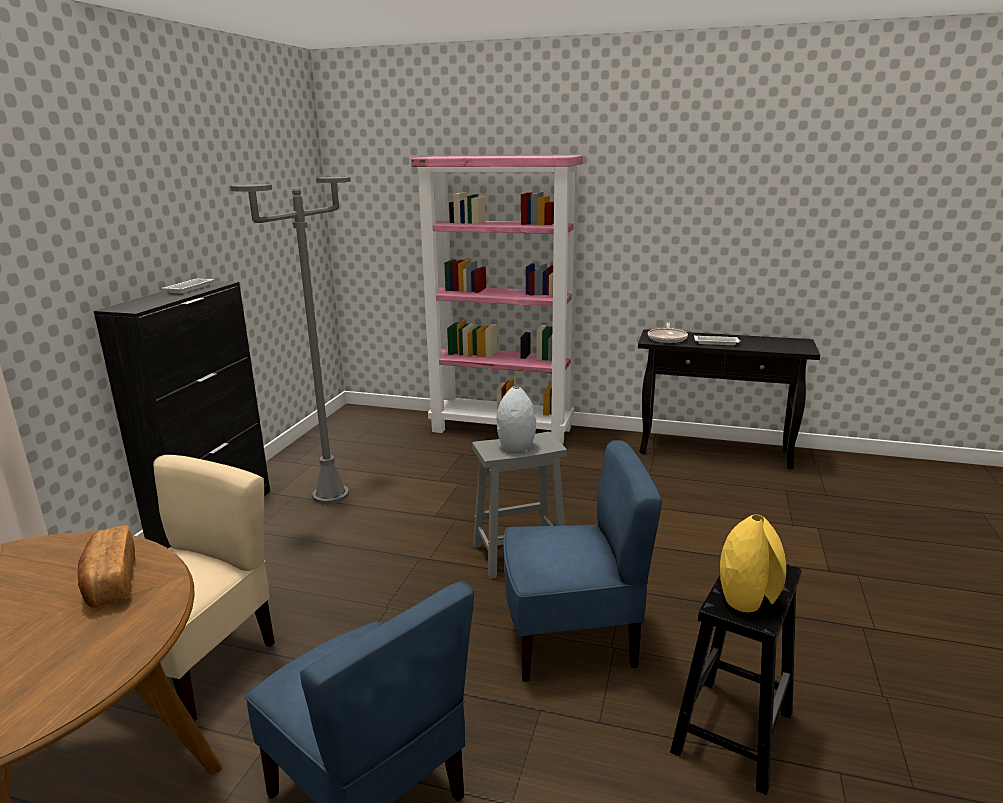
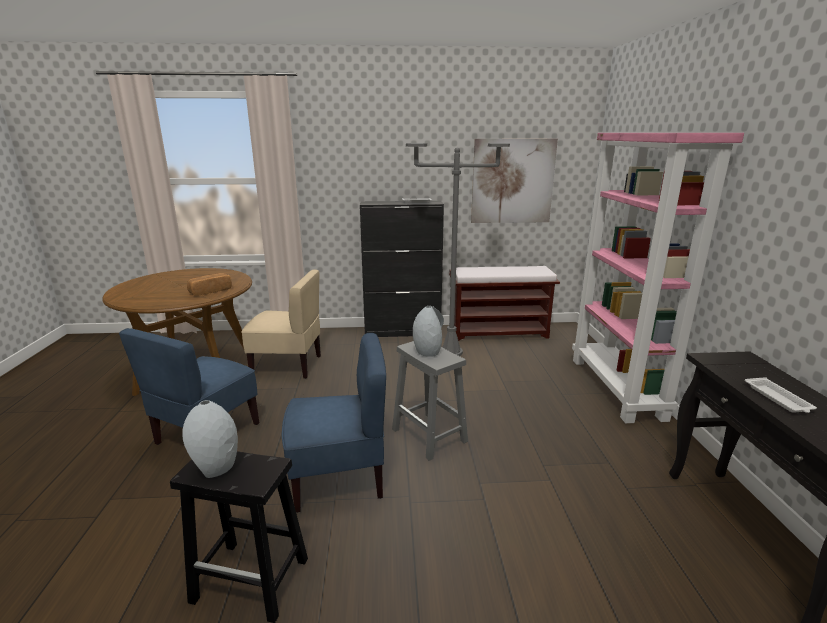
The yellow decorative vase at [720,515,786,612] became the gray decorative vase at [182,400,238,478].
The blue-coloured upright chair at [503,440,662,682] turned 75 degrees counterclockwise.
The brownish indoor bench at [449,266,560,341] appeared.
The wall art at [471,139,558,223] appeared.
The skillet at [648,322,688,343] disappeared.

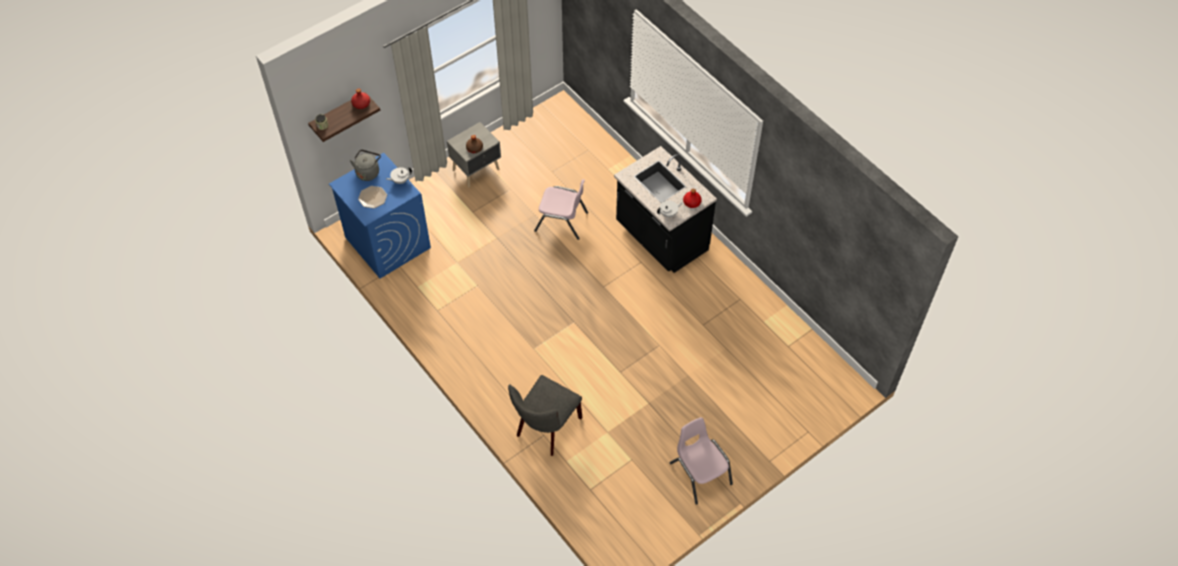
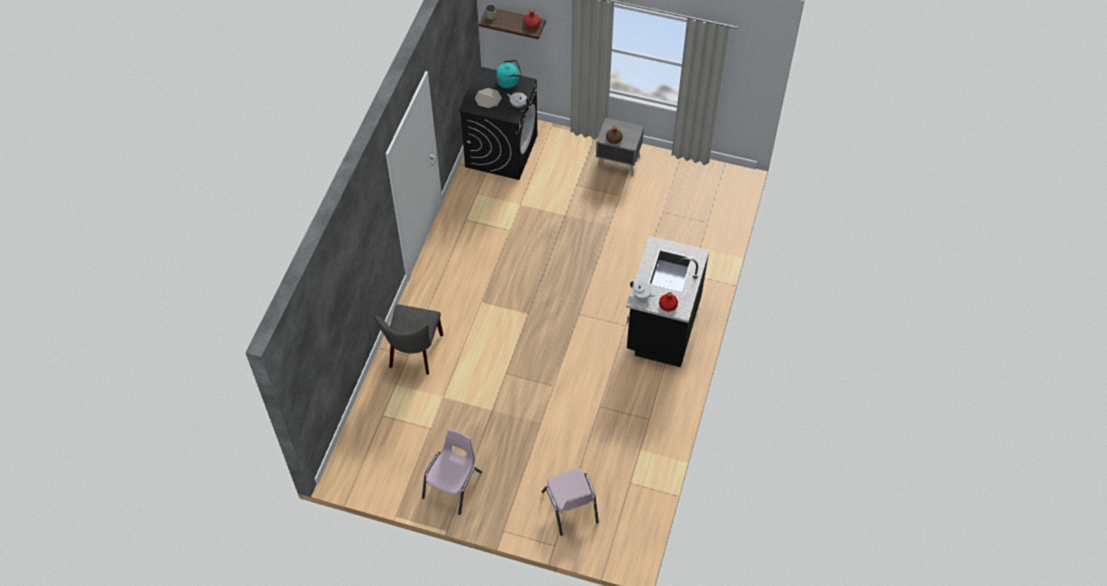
The gray upright chair at [508,375,582,456] turned 75 degrees counterclockwise.
The blue-coloured laundry machine at [329,153,431,279] became the black-coloured laundry machine at [458,66,537,180].
The gray water kettle at [350,150,381,181] became the turquoise water kettle at [496,60,522,88].
The pink upright chair moved from [534,179,588,240] to [542,469,599,536].

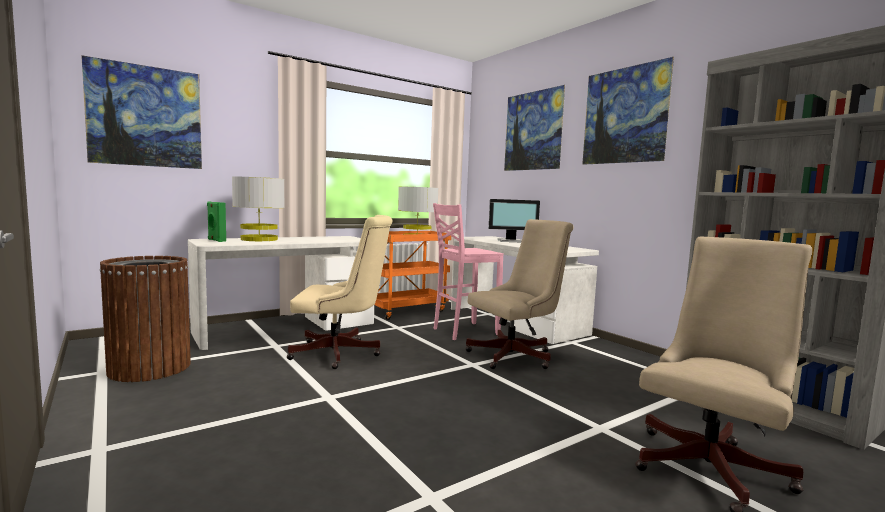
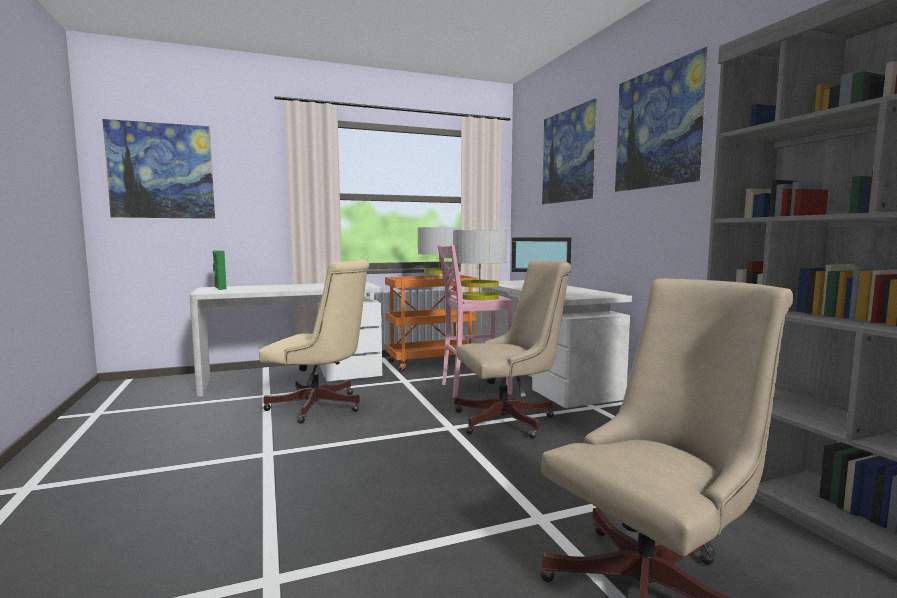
The gray table lamp moved from [232,177,285,241] to [453,230,507,300].
The brownish rubbish bin at [100,256,191,382] disappeared.

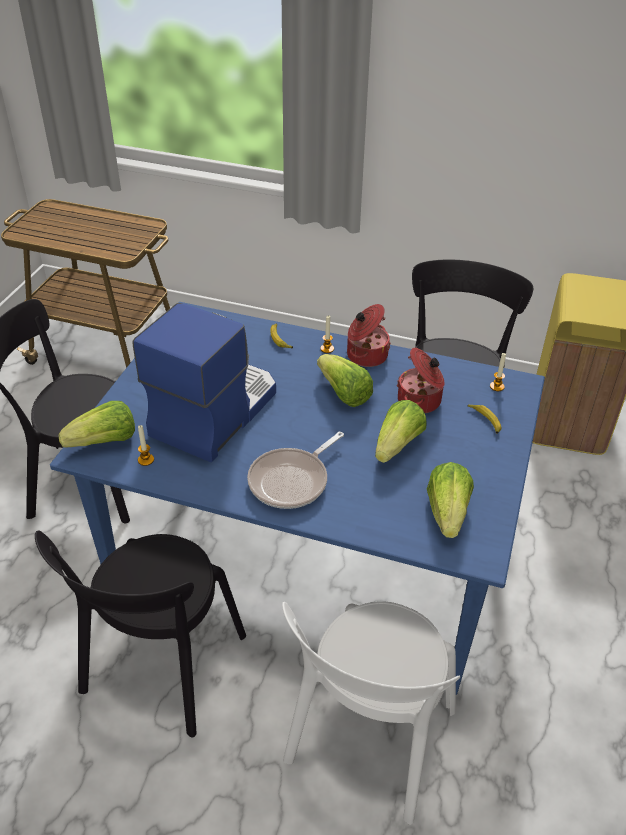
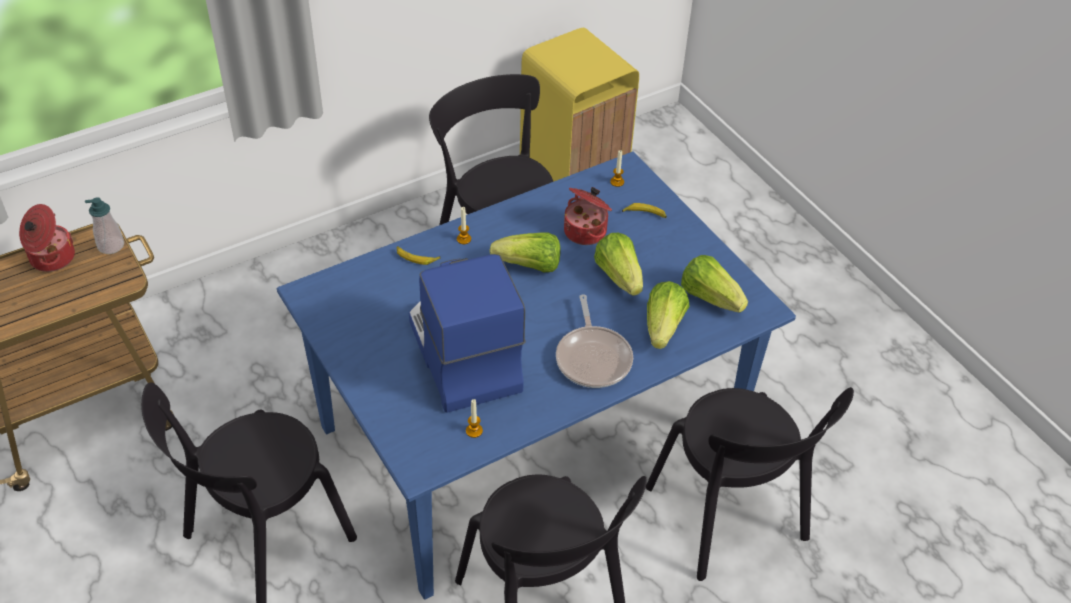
The saucepot moved from [347,304,391,367] to [19,204,75,272].
The soap dispenser at [85,197,124,254] appeared.
The whitish upright chair at [282,601,460,825] became the black-coloured upright chair at [646,387,854,581].
The lettuce moved from [58,401,135,447] to [647,281,689,349].

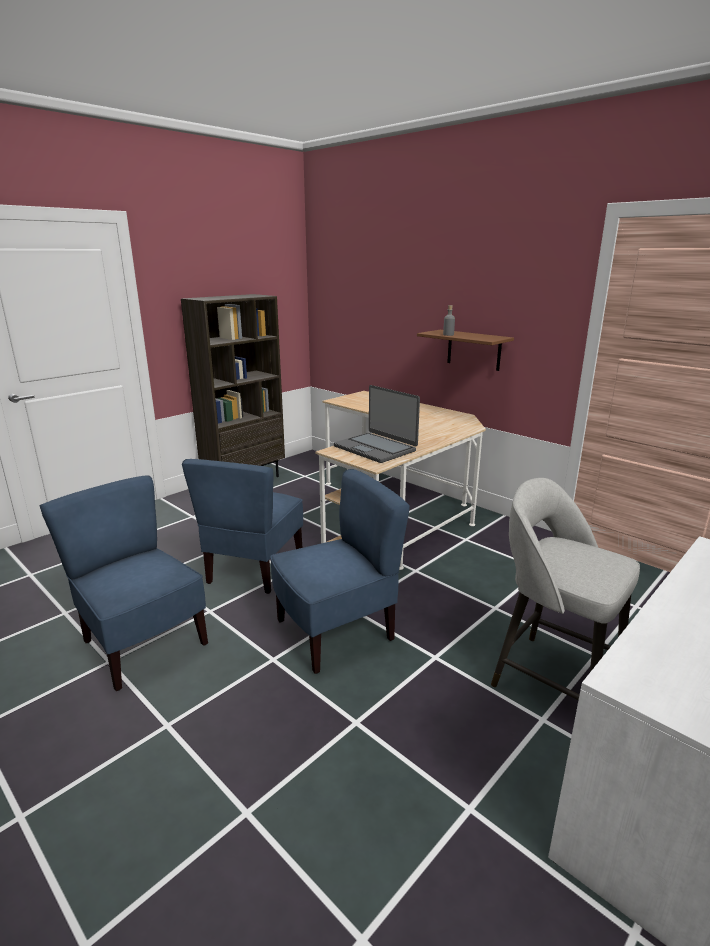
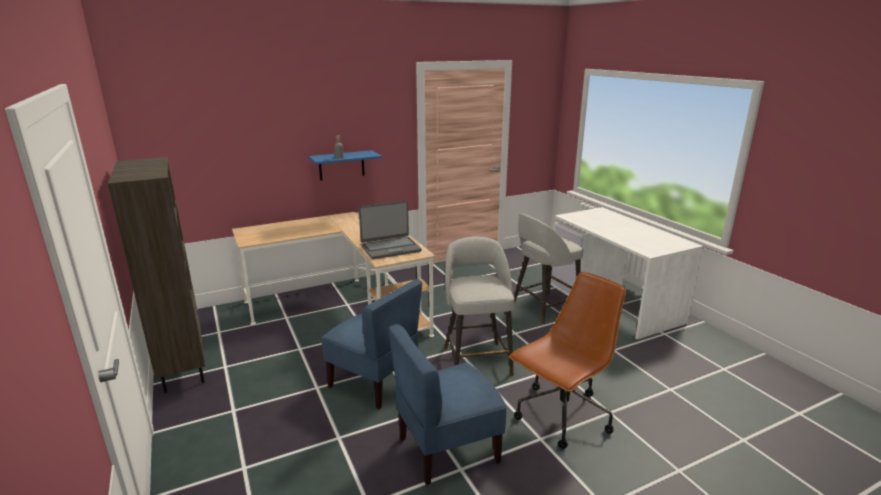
The brownish wall shelf at [417,330,514,371] became the blue-coloured wall shelf at [308,150,382,180].
The blue-coloured upright chair at [270,469,410,674] was replaced by the gray stool seat at [444,237,515,376].
The brownish desk chair at [509,272,626,449] appeared.

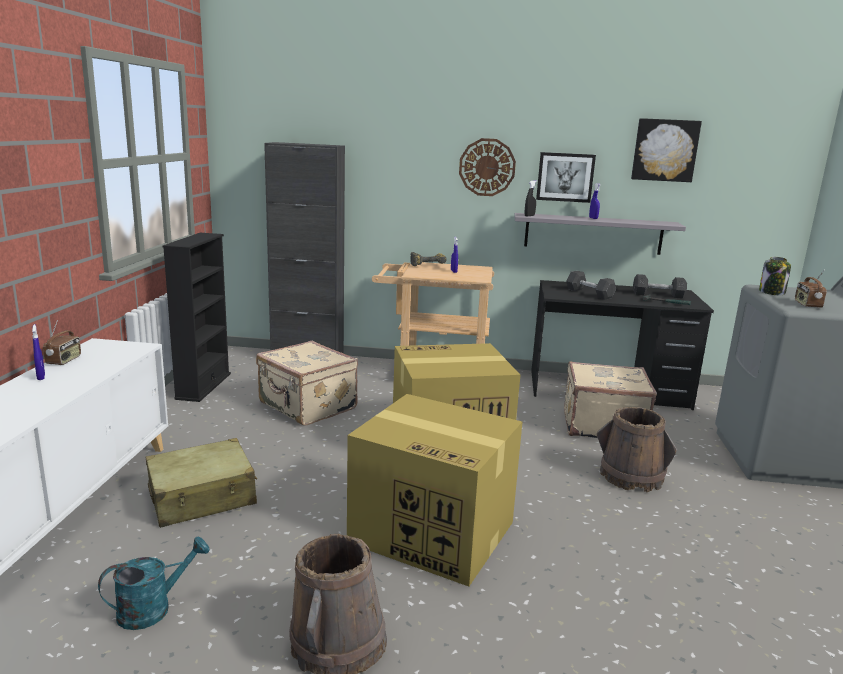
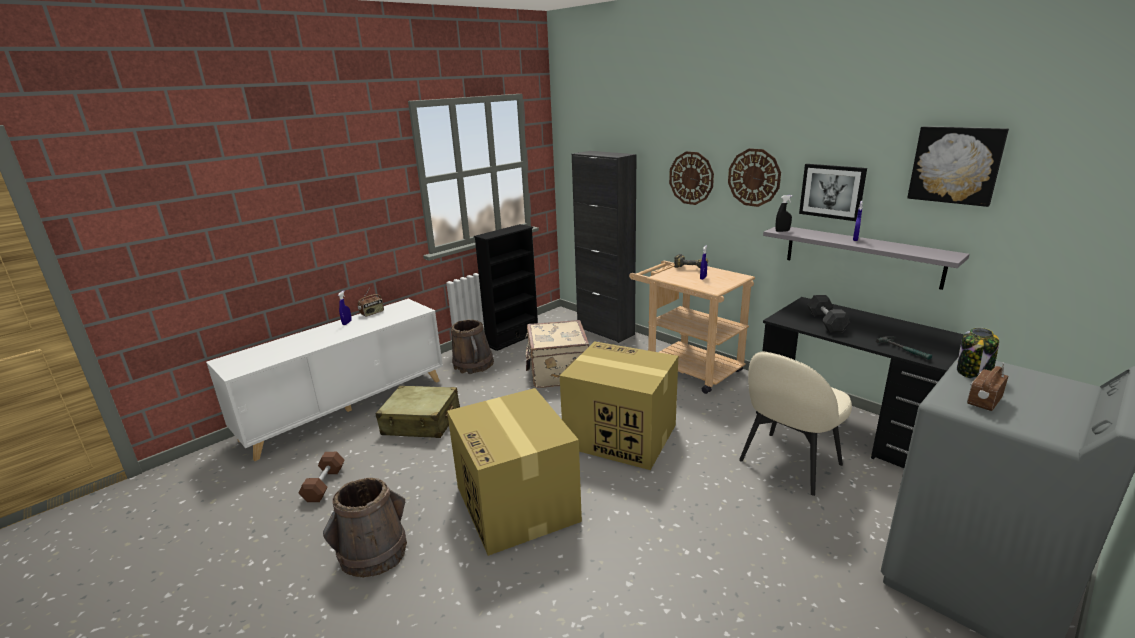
The turquoise sprinkling can at [98,536,210,630] was replaced by the brownish dumbbell at [298,452,345,502].
The brownish pail moved from [597,407,677,493] to [451,319,494,374].
The hanging clock at [669,151,714,205] appeared.
The sand-coloured piece of luggage at [564,361,657,438] was replaced by the sand-coloured upright chair at [739,352,852,496].
The gray dumbbell at [633,274,687,299] disappeared.

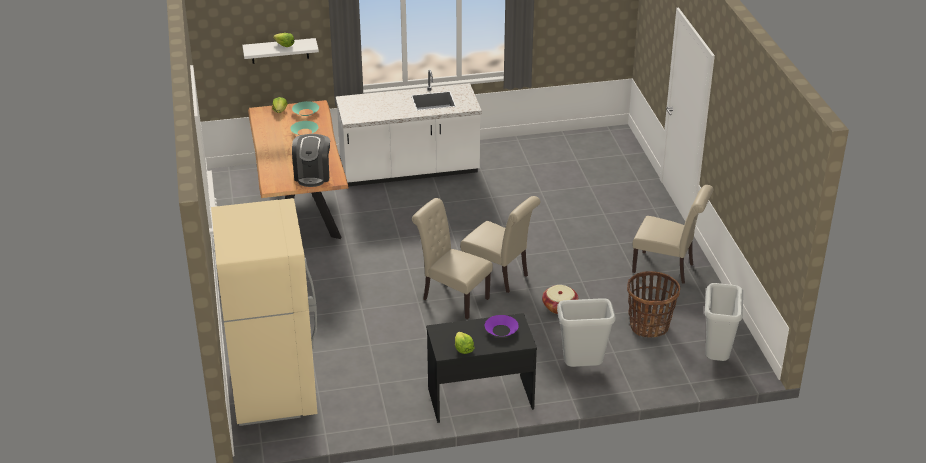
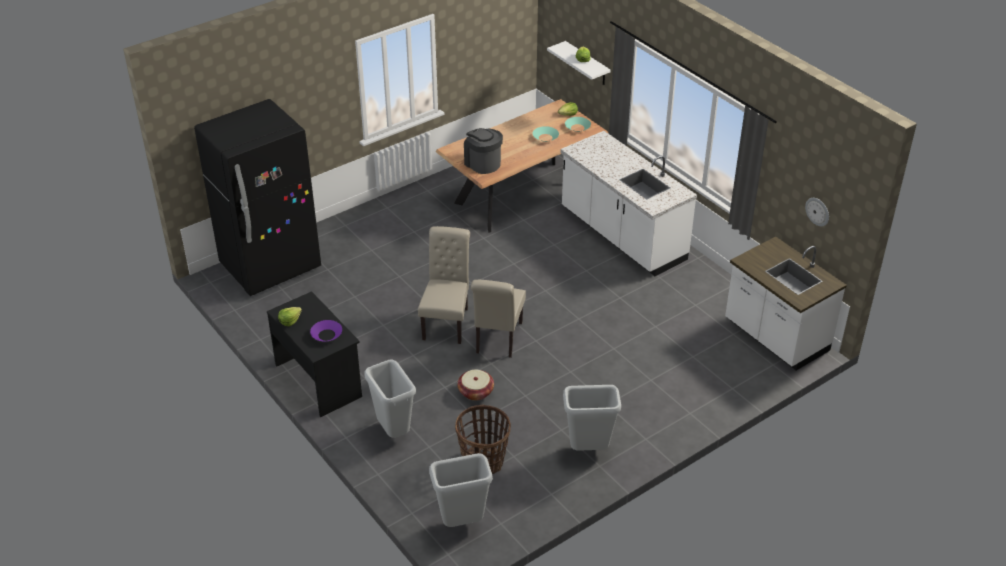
The sand-coloured refrigerator at [211,198,317,426] became the black-coloured refrigerator at [194,99,321,296].
The coffee brewer at [292,134,330,187] turned 75 degrees clockwise.
The sand-coloured upright chair at [632,185,714,284] was replaced by the gray rubbish bin at [563,385,621,451].
The whitish counter at [725,236,847,370] appeared.
The hanging clock at [805,198,829,226] appeared.

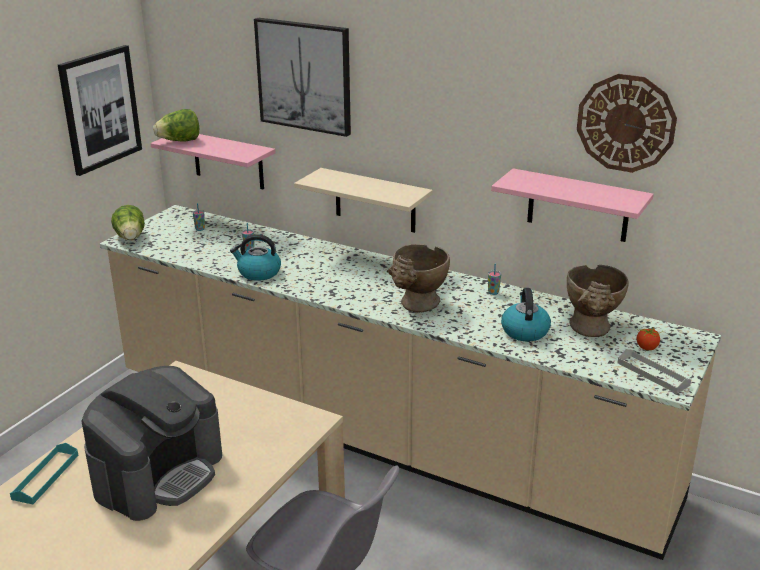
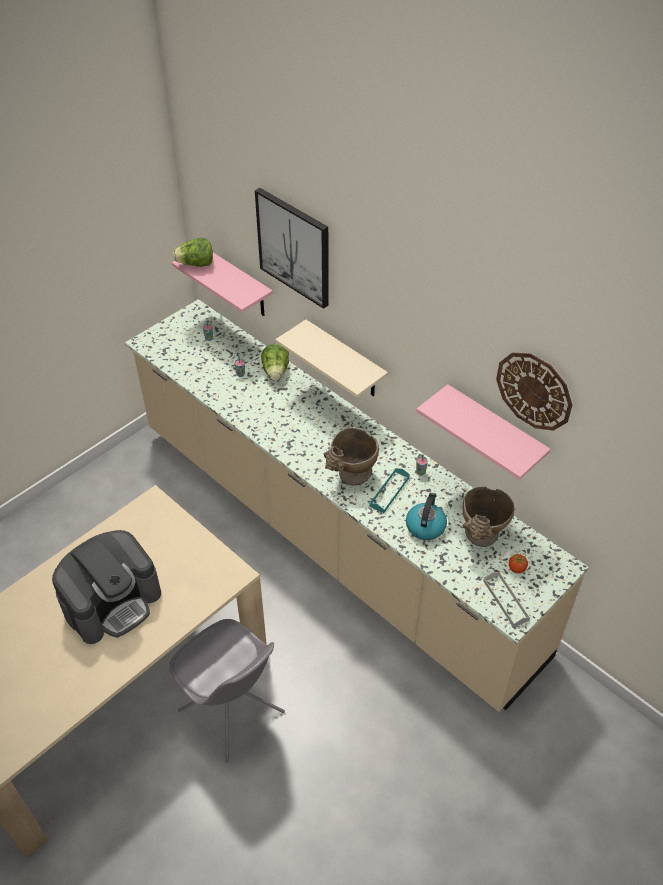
The lettuce moved from [111,205,145,240] to [261,344,289,380].
The turquoise carrying tray moved from [10,443,78,504] to [369,468,410,513].
The wall art at [58,45,142,176] disappeared.
The water kettle at [230,234,281,281] disappeared.

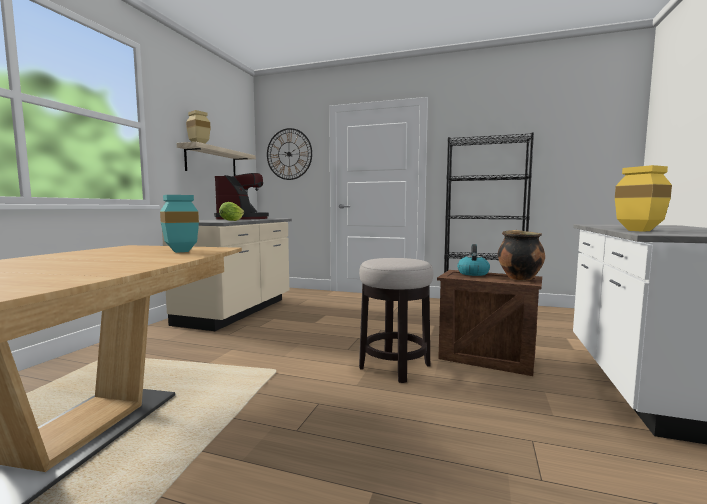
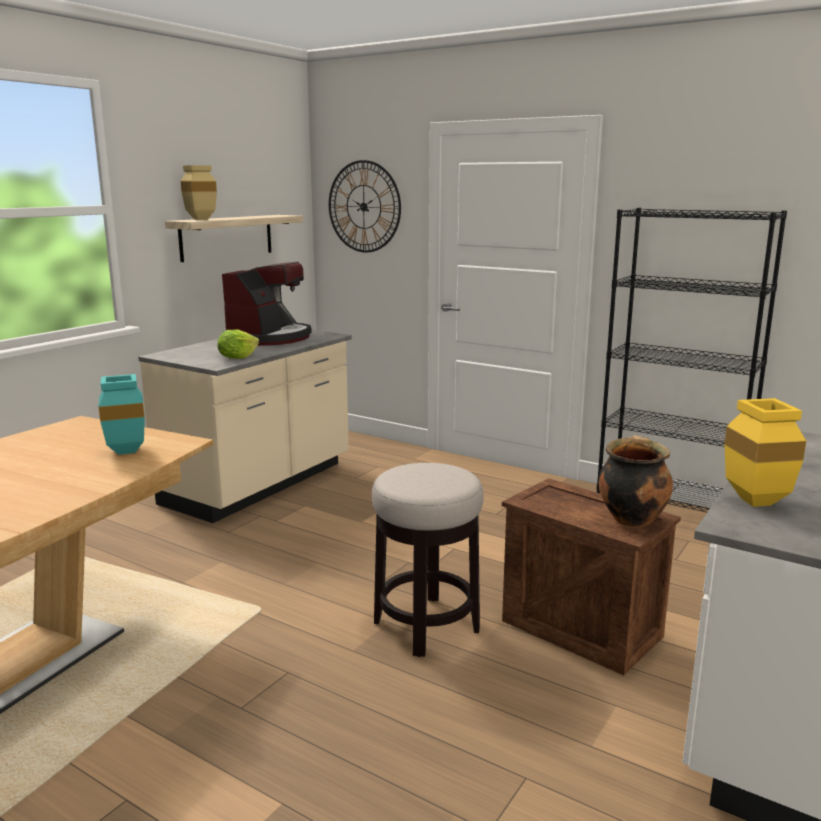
The water kettle at [457,244,490,276] disappeared.

